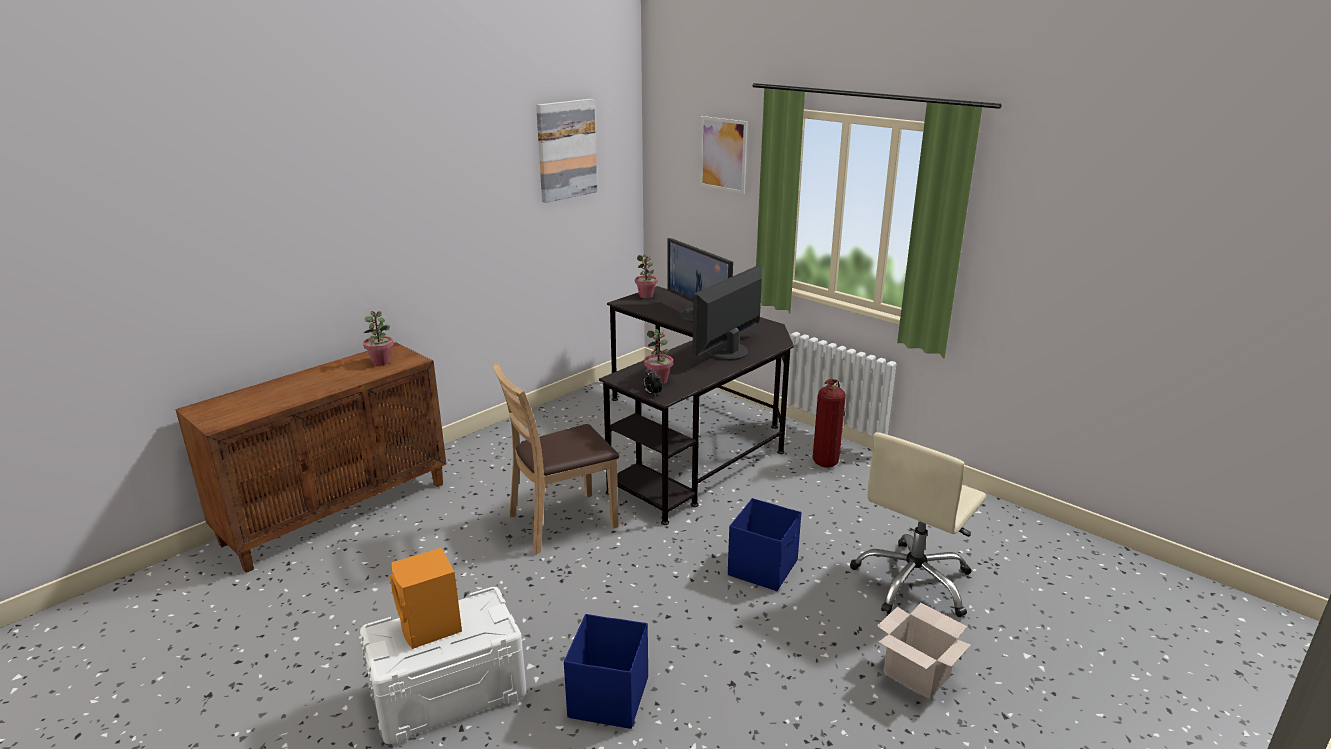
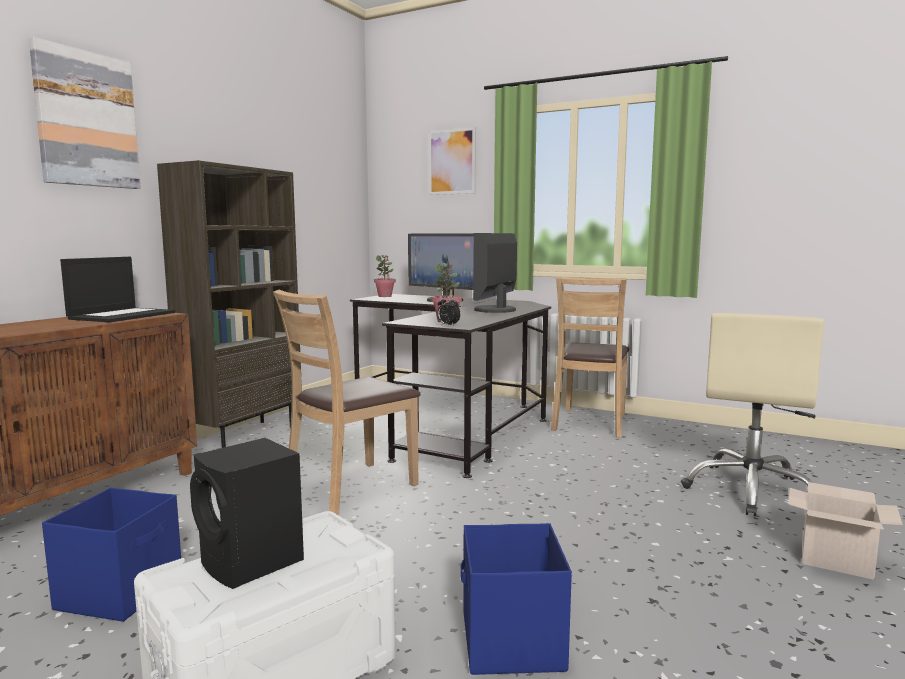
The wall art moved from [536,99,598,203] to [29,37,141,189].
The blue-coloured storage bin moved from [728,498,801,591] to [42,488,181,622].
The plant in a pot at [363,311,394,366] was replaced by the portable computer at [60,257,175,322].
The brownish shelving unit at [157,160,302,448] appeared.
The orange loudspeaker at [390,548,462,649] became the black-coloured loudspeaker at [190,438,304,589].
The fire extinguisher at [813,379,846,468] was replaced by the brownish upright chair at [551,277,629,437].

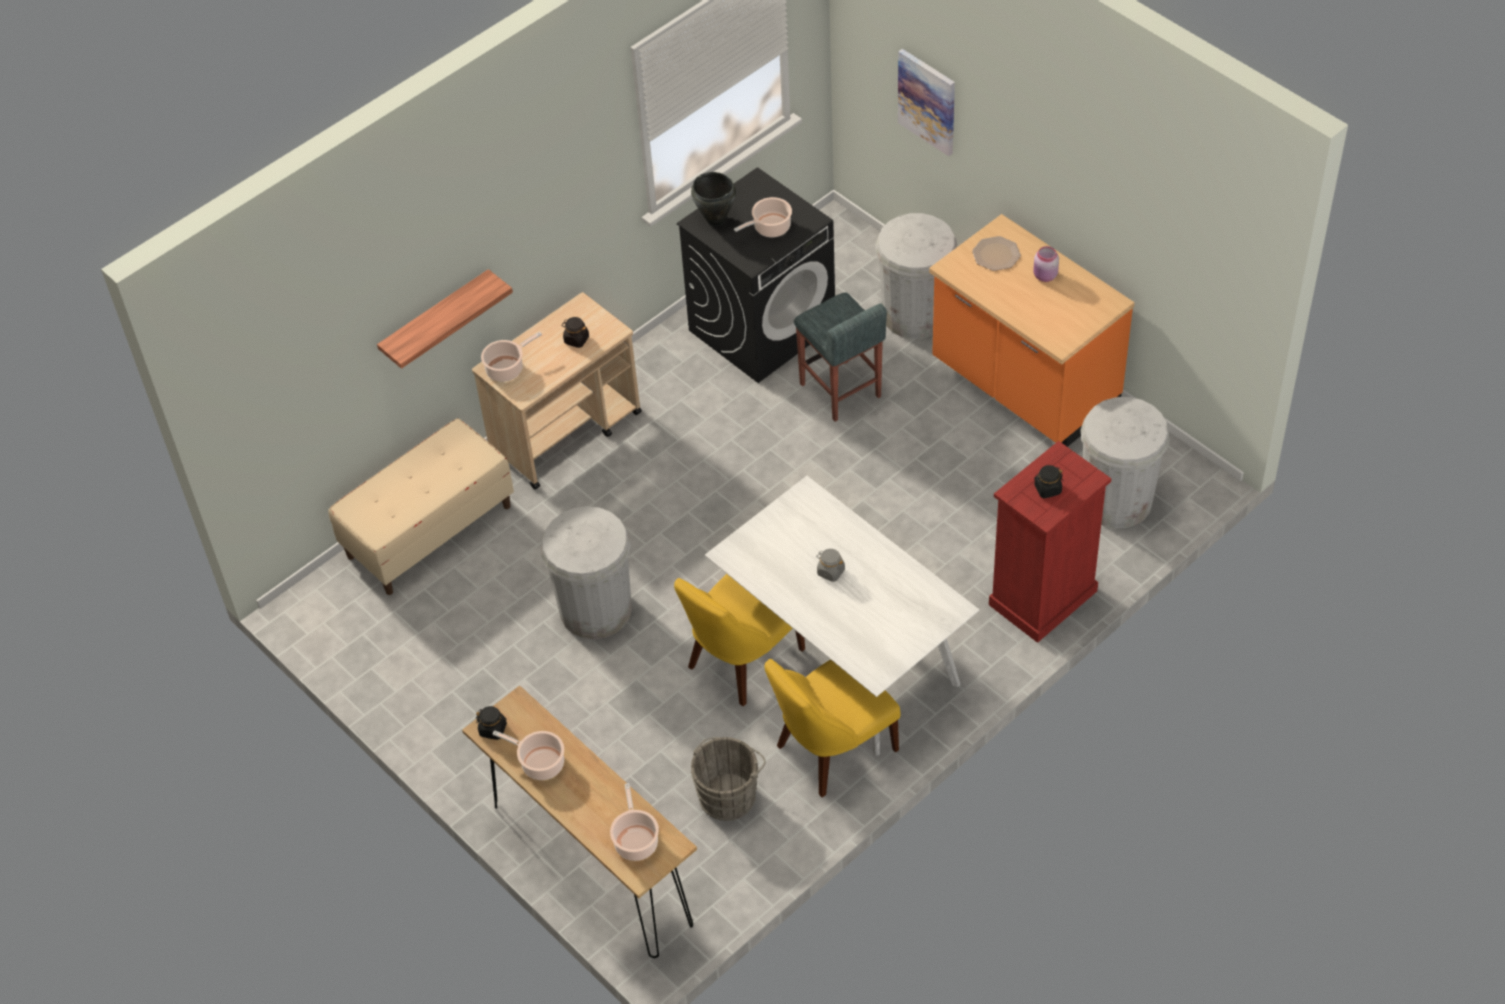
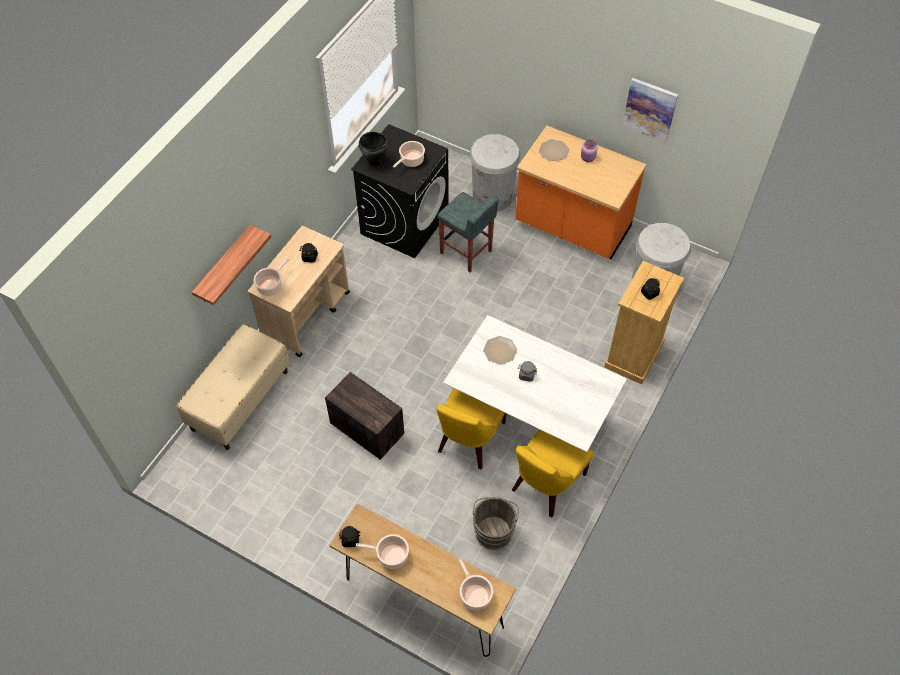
The whitish rubbish bin at [540,506,632,639] was replaced by the shipping crate at [325,372,404,460].
The dinner plate at [483,336,517,365] appeared.
The reddish dresser at [989,441,1111,643] became the sand-coloured dresser at [604,261,684,384].
The wall art moved from [898,49,955,156] to [622,78,678,144].

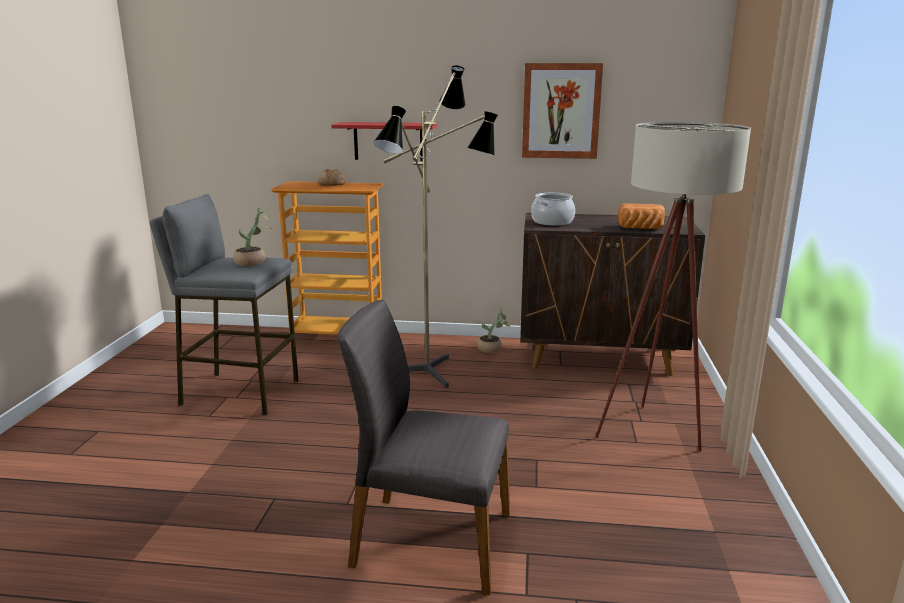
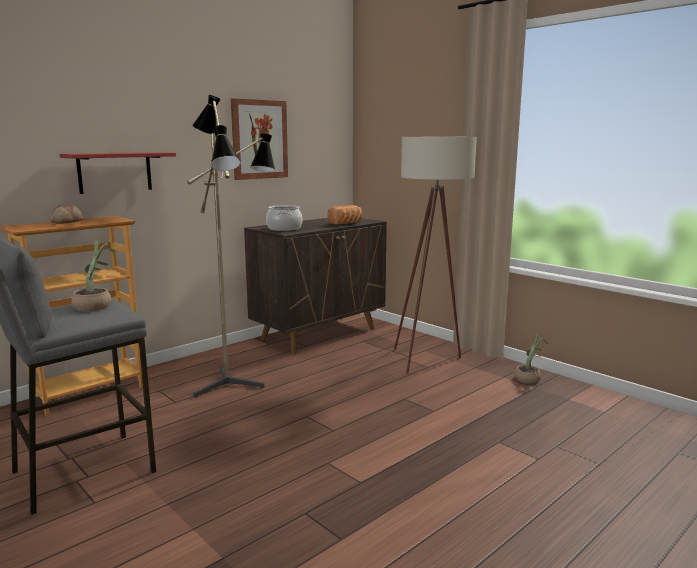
The plant in a pot moved from [477,308,511,353] to [514,334,549,384].
The gray upright chair at [338,299,510,595] disappeared.

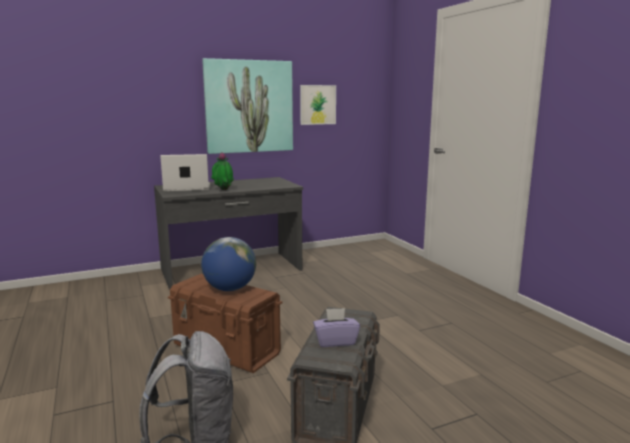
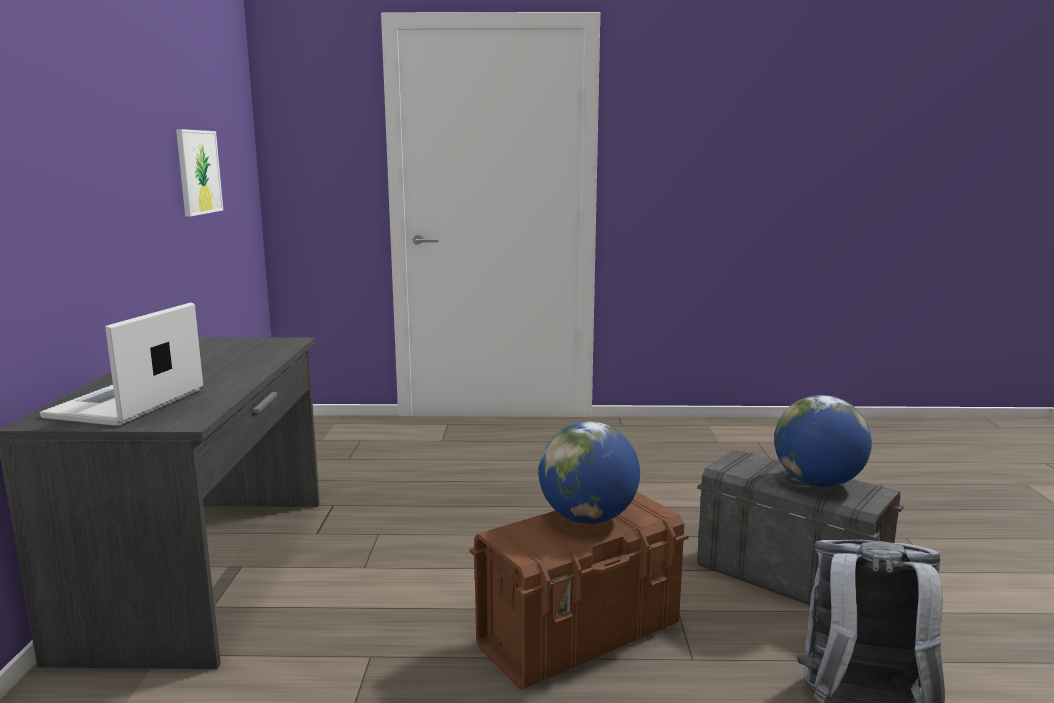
The purple tissue box at [313,308,360,347] was replaced by the globe at [774,395,872,487].
The wall art at [202,58,293,154] disappeared.
The plant in a pot at [211,152,234,190] disappeared.

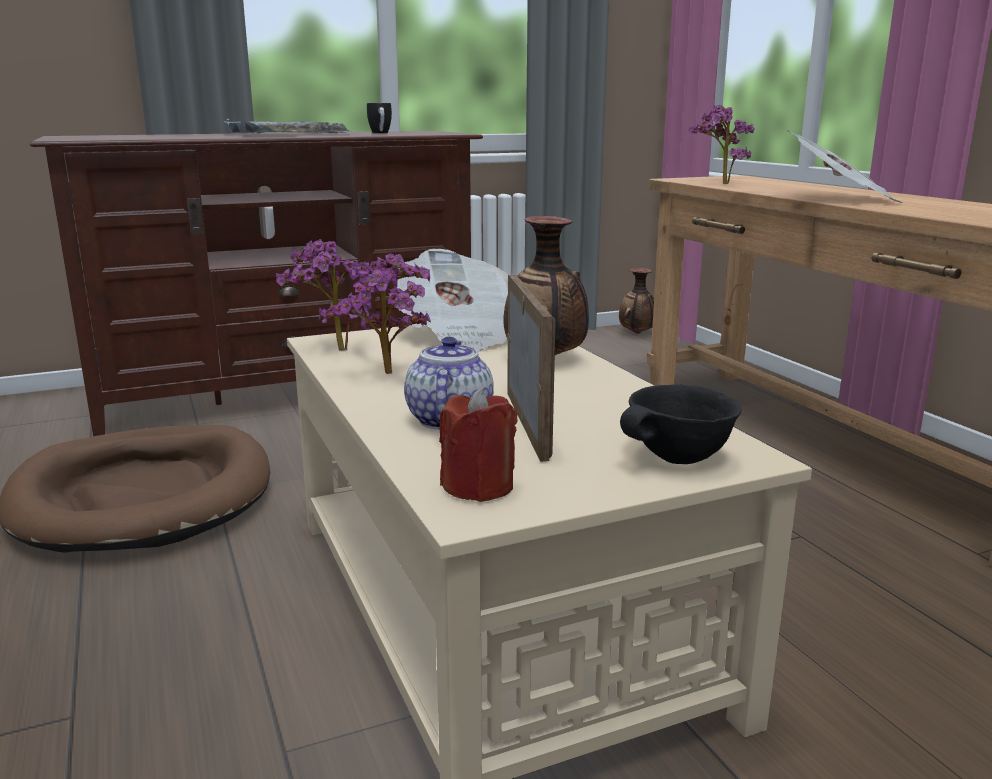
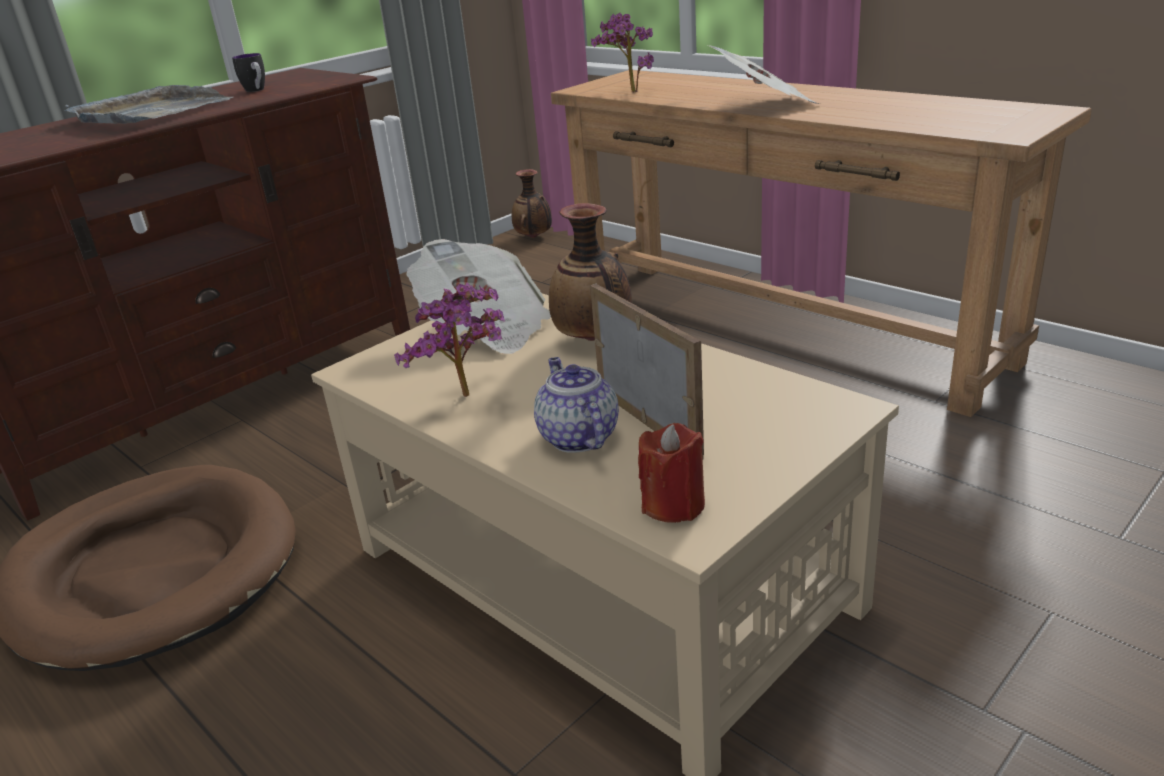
The plant in a pot at [276,239,371,351] disappeared.
The black-coloured deep dish at [620,384,742,464] disappeared.

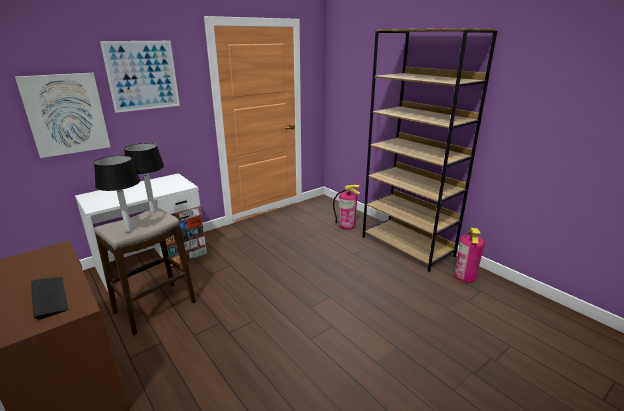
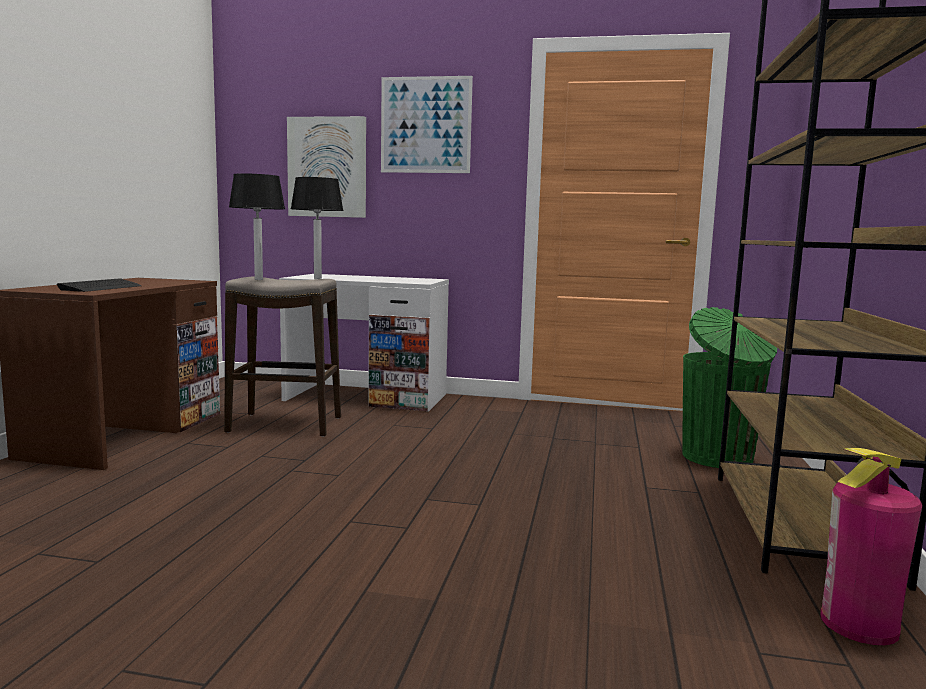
The fire extinguisher at [333,185,360,230] was replaced by the green-coloured rubbish bin at [682,307,777,468].

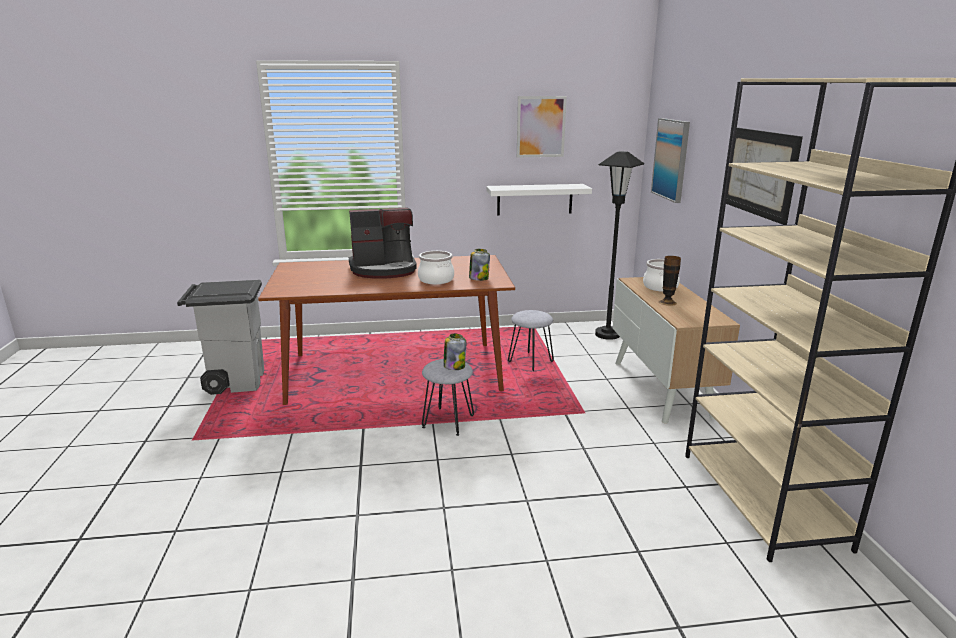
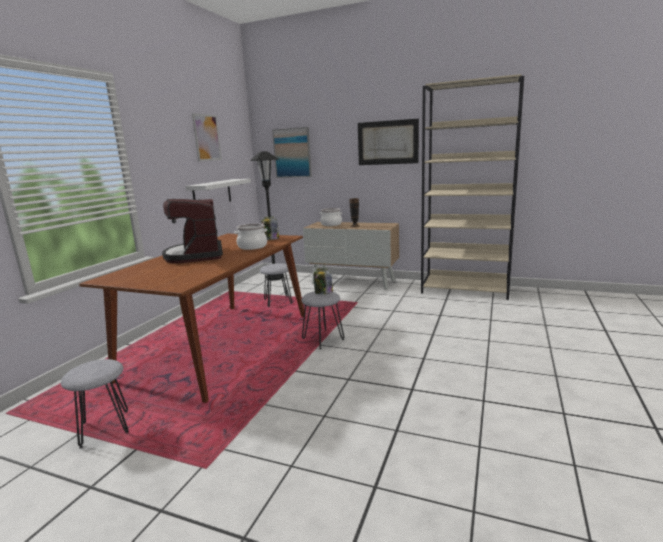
The gray rubbish bin at [177,280,264,395] was replaced by the gray stool seat at [61,359,129,448].
The coffee brewer at [349,207,417,278] turned 150 degrees clockwise.

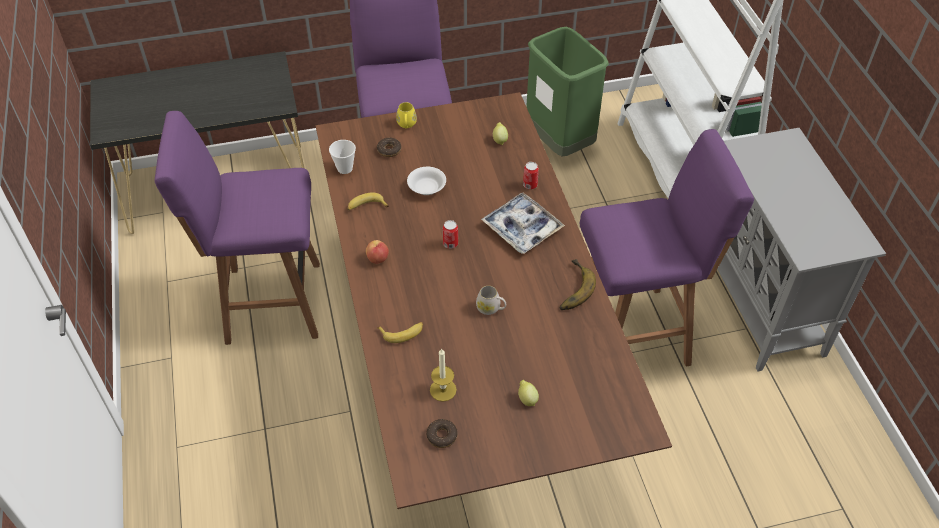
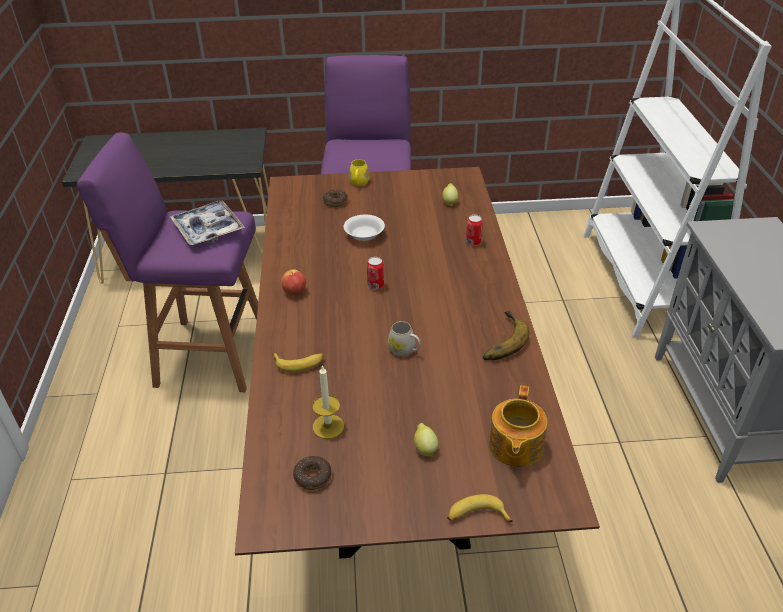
The carrying tray moved from [481,193,565,254] to [170,200,245,245].
The banana fruit moved from [347,193,389,210] to [447,494,513,523].
The teapot at [489,385,547,467] appeared.
The cup at [329,140,356,174] disappeared.
The green-coloured rubbish bin at [526,27,609,156] disappeared.
The purple stool seat at [580,129,754,366] disappeared.

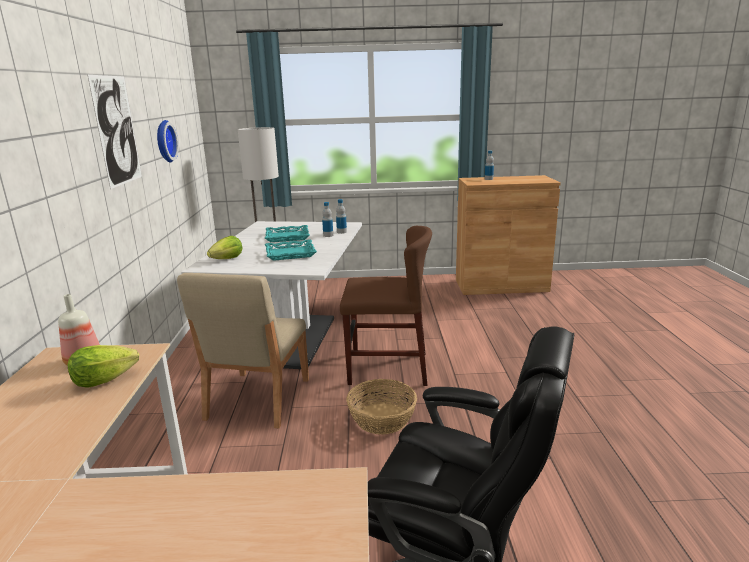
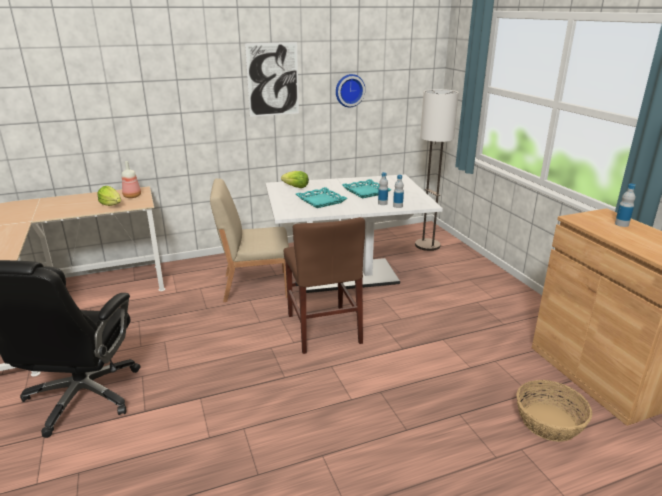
The household basket moved from [346,379,417,434] to [517,380,593,442].

